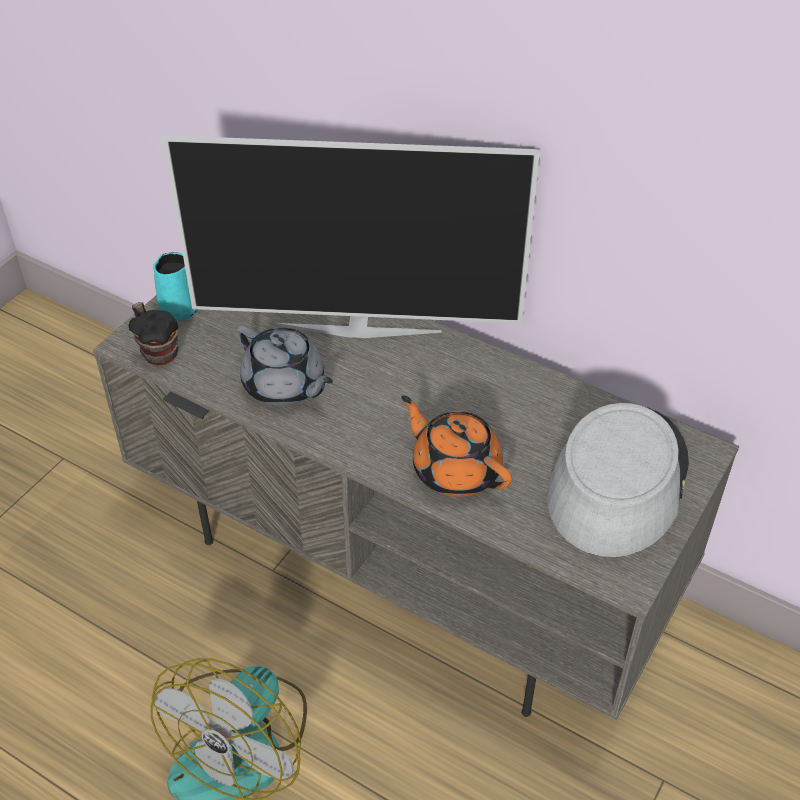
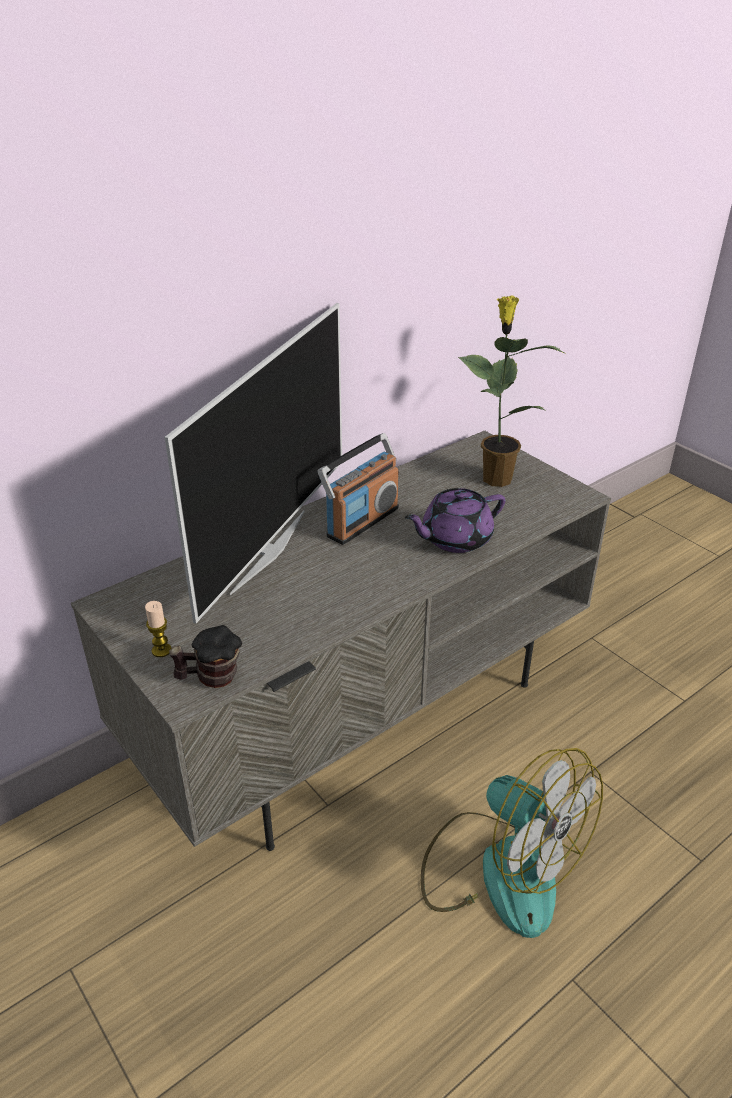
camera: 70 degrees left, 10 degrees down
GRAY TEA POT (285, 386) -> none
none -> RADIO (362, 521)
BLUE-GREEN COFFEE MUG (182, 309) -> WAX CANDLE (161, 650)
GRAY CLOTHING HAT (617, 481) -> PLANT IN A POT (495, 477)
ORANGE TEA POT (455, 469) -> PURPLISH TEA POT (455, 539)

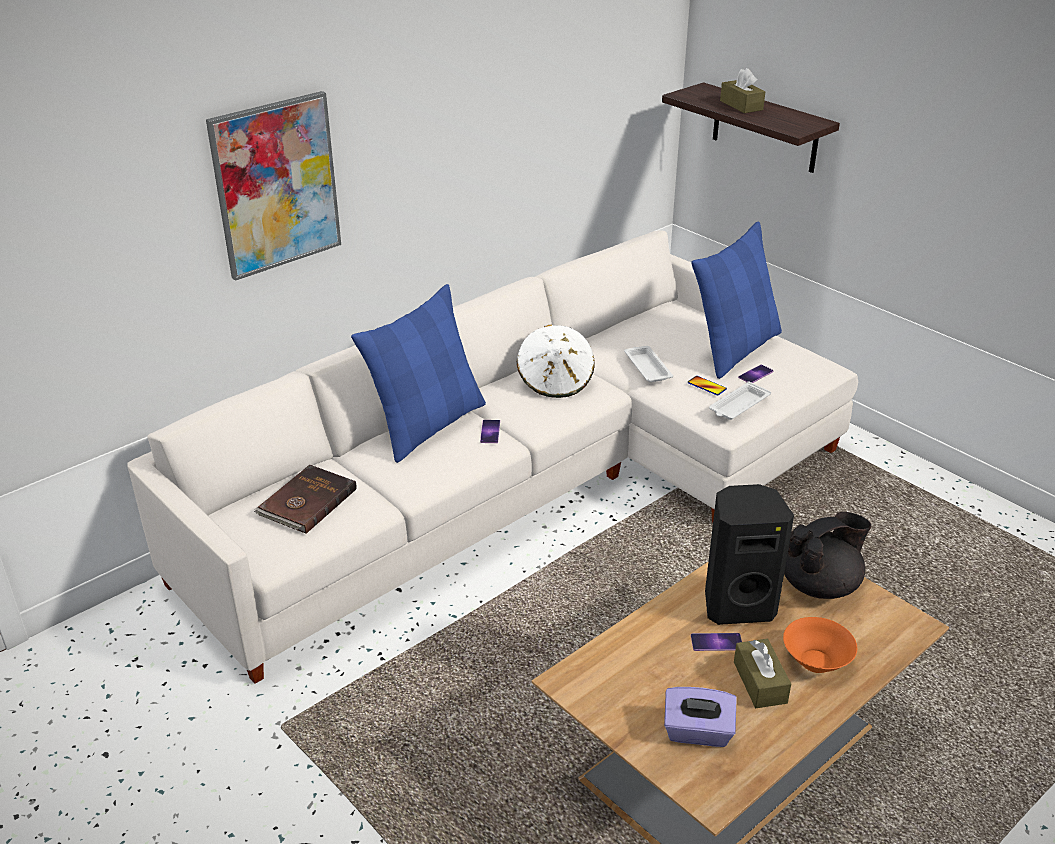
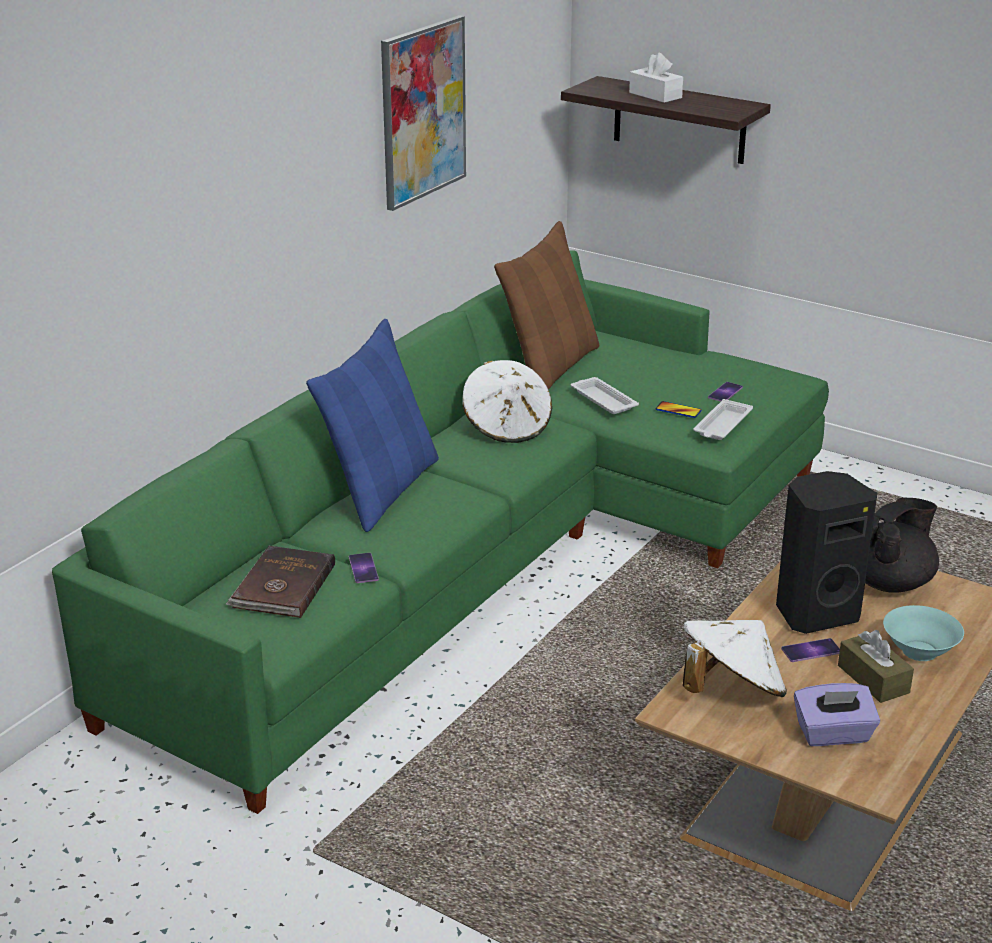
camera: 15 degrees left, 5 degrees down
BLUE-COLOURED PILLOW (734, 349) -> none
none -> BROWNISH PILLOW (550, 368)
none -> WHITE-COLOURED CLOTHING HAT (730, 689)
WALL ART (276, 185) -> WALL ART (422, 112), shifted
TELEPHONE (490, 431) -> TELEPHONE (363, 568), shifted
WHITE-COLOURED COUCH (533, 482) -> GREEN-COLOURED COUCH (486, 554)
BROWNISH TISSUE HOLDER (741, 105) -> WHITE-COLOURED TISSUE HOLDER (655, 95)
ORANGE SERVING BOWL (815, 662) -> BLUE-GREEN SERVING BOWL (919, 651)

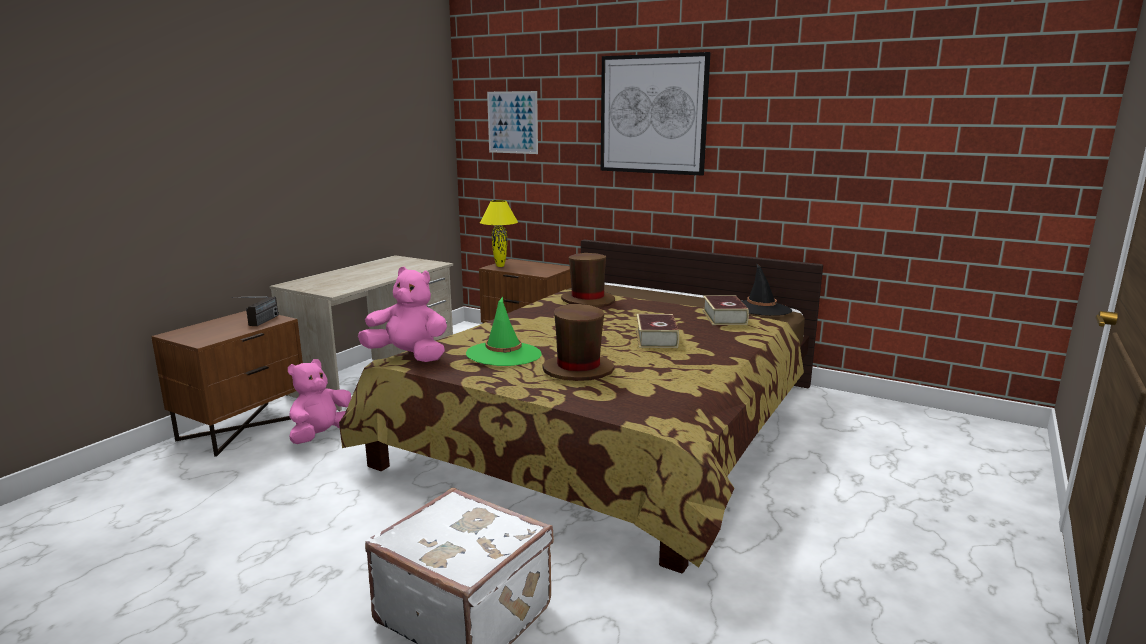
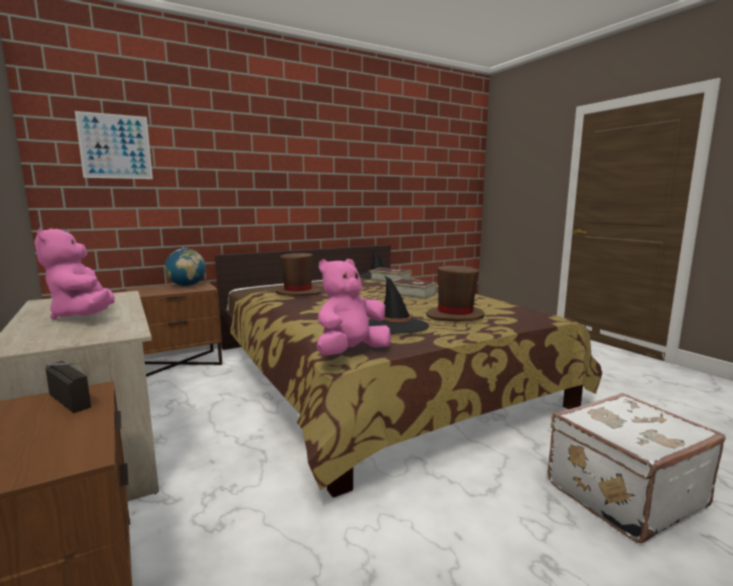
camera: 60 degrees left, 5 degrees down
YELLOW LAMP FOR A TABLE (500, 266) -> none
WALL ART (653, 114) -> none
none -> WORLD GLOBE (187, 285)
PINKISH CUDDLY TOY (322, 436) -> PINKISH CUDDLY TOY (85, 316), shifted
GREEN-COLOURED CLOTHING HAT (504, 354) -> BLACK-COLOURED CLOTHING HAT (395, 326)

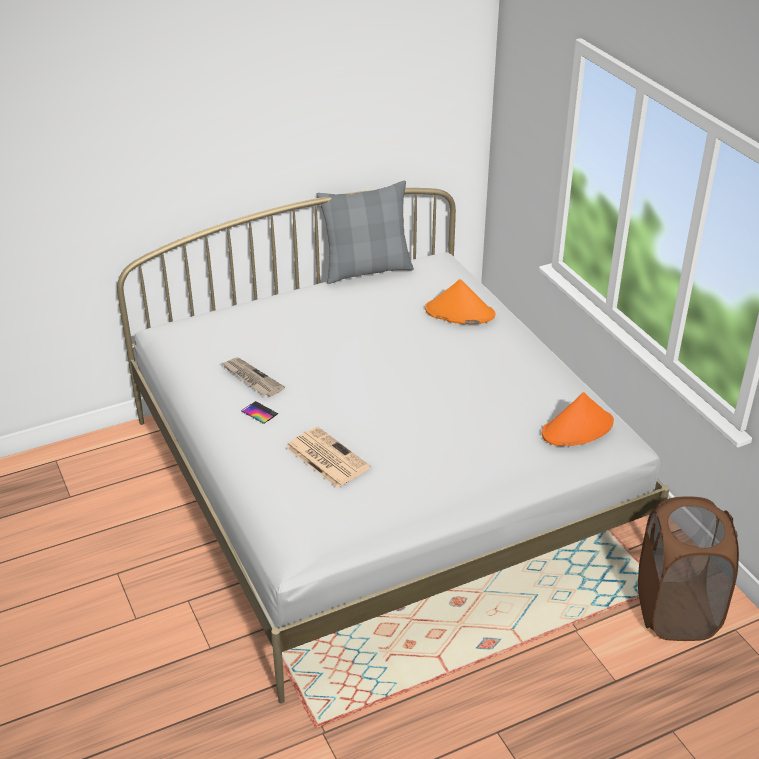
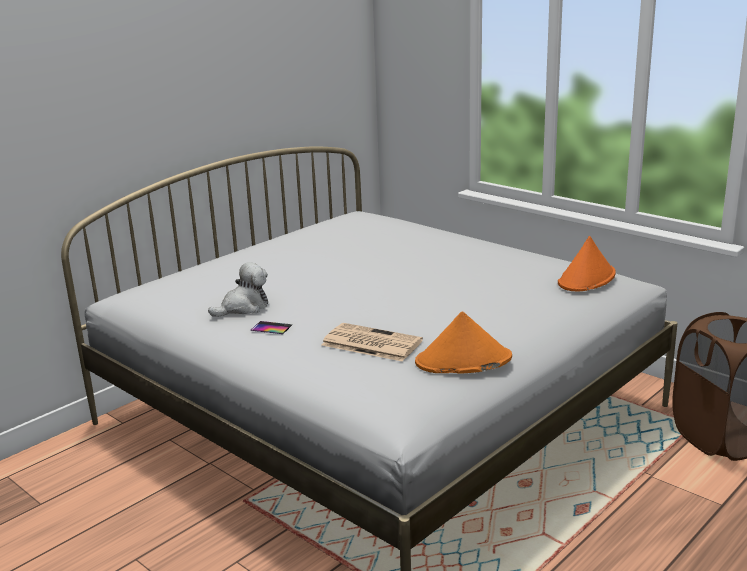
camera: 20 degrees left, 15 degrees down
GRAY PILLOW (367, 270) -> none
ORANGE CLOTHING HAT (459, 312) -> ORANGE CLOTHING HAT (463, 361), shifted
NEWSPAPER (251, 379) -> CUDDLY TOY (243, 307)

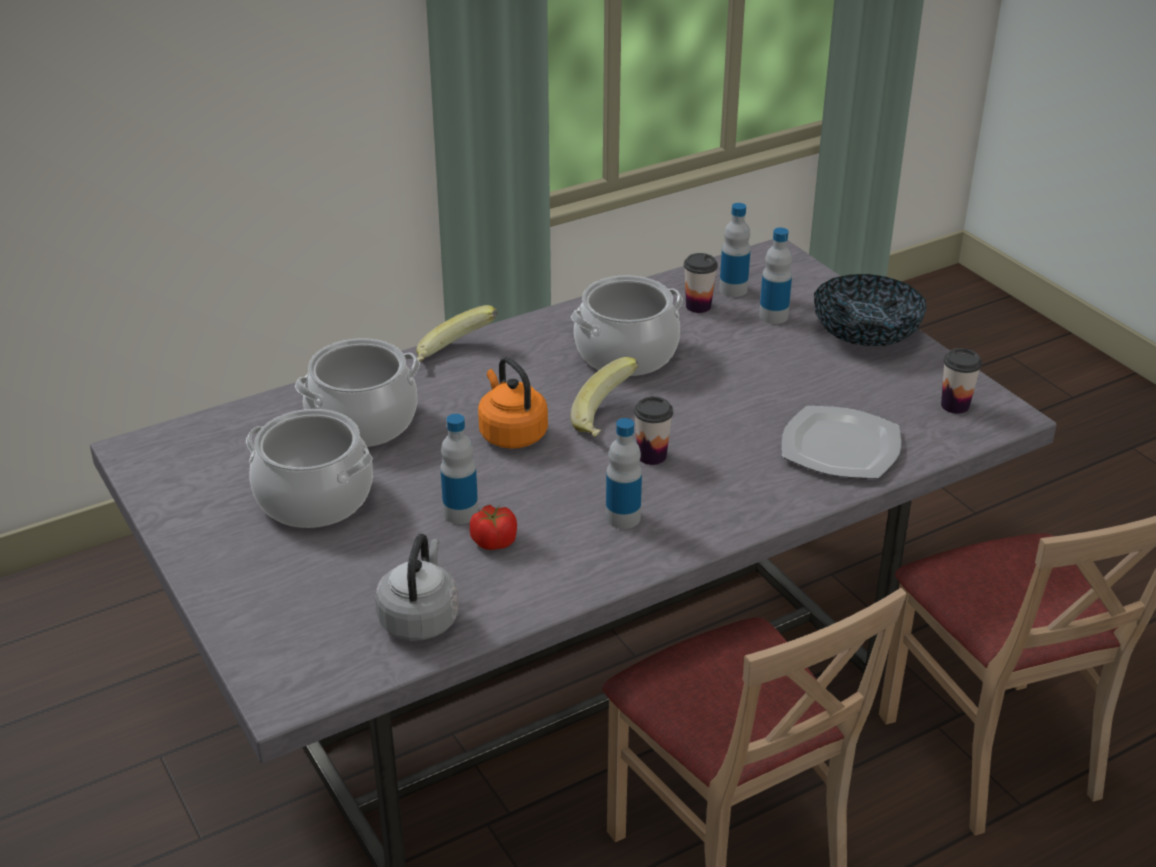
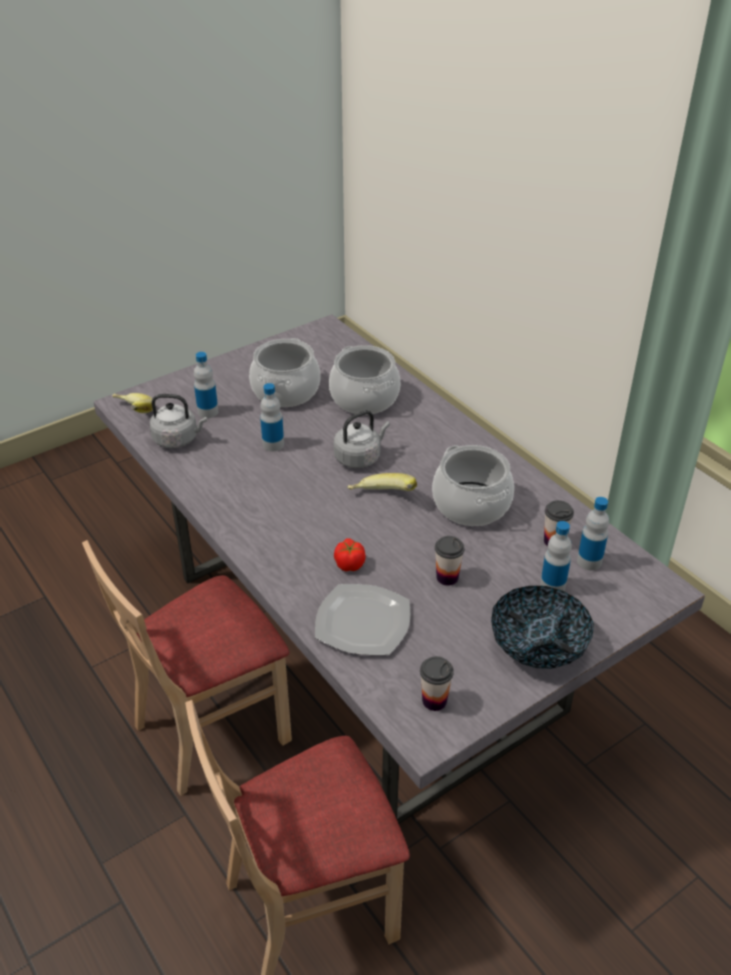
camera: 85 degrees right, 5 degrees up
WHOLE BANANA (454, 356) -> WHOLE BANANA (132, 415), shifted
WHOLE TOMATO (493, 541) -> WHOLE TOMATO (349, 564), shifted
BOTTLE (623, 517) -> BOTTLE (208, 412), shifted
DRINKING CUP (651, 456) -> DRINKING CUP (447, 577), shifted
ORANGE KETTLE (511, 433) -> GRAY KETTLE (359, 457)

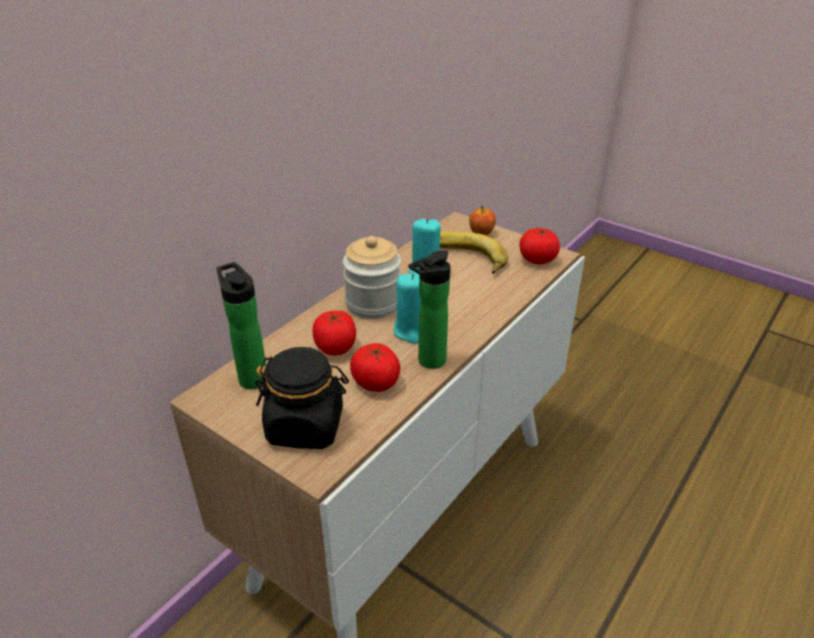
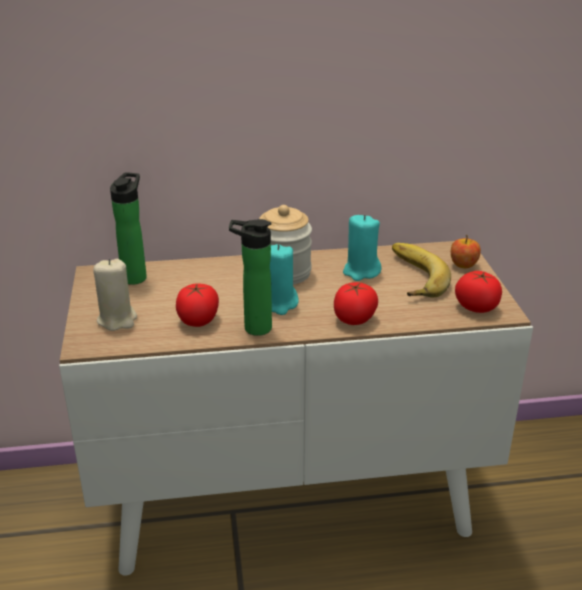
camera: 45 degrees right, 5 degrees down
WHOLE TOMATO (335, 347) -> WHOLE TOMATO (354, 319), shifted
BLACK-COLOURED PRESERVE JAR (306, 426) -> BEIGE-COLOURED WAX CANDLE (117, 319)

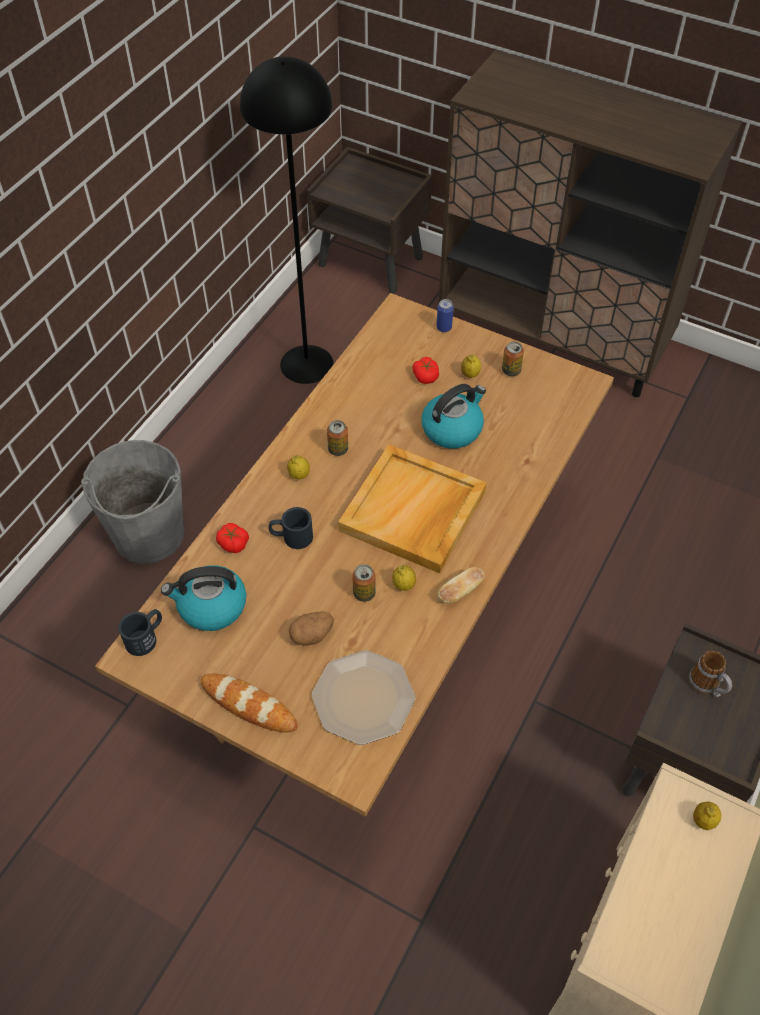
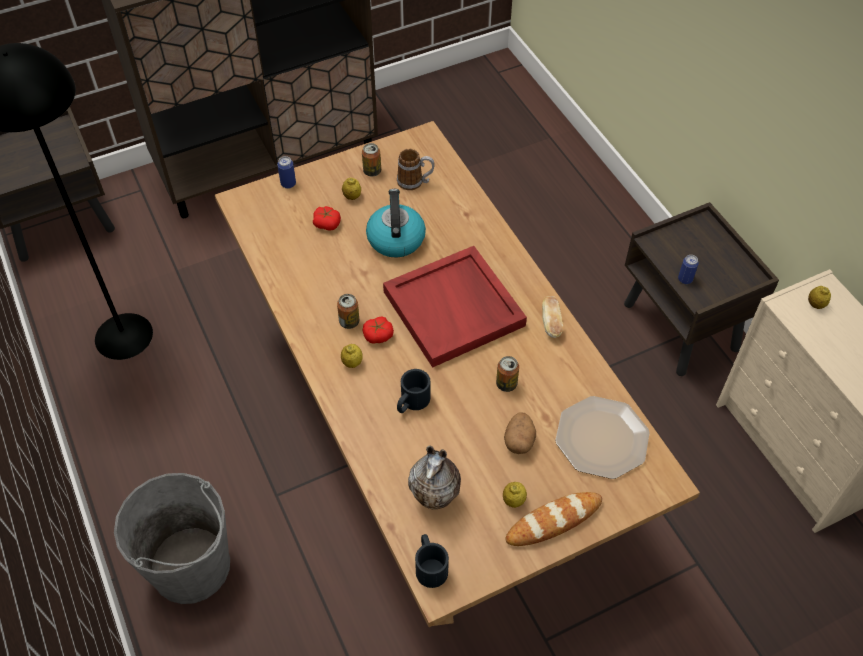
camera: 55 degrees left, 0 degrees up
none -> SEALED CAN (685, 279)
WHOLE TOMATO (233, 543) -> WHOLE TOMATO (378, 335), shifted
LEMON (404, 585) -> LEMON (513, 500), shifted
COFFEE MUG (707, 686) -> COFFEE MUG (415, 182), shifted
KETTLE (211, 606) -> DECORATIVE VASE (436, 498)
BEIGE-COLOURED TRAY (413, 512) -> RED-COLOURED TRAY (455, 309)

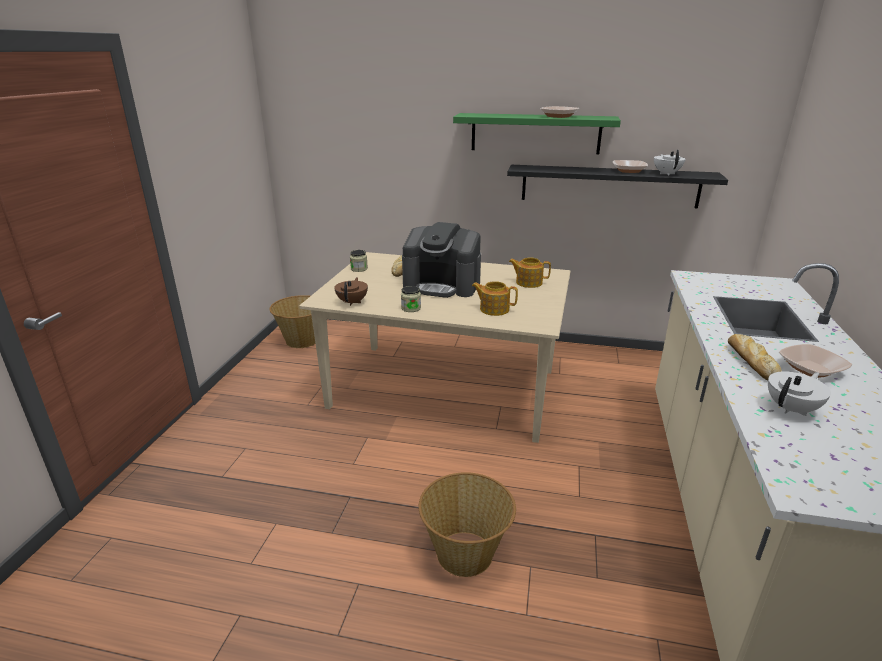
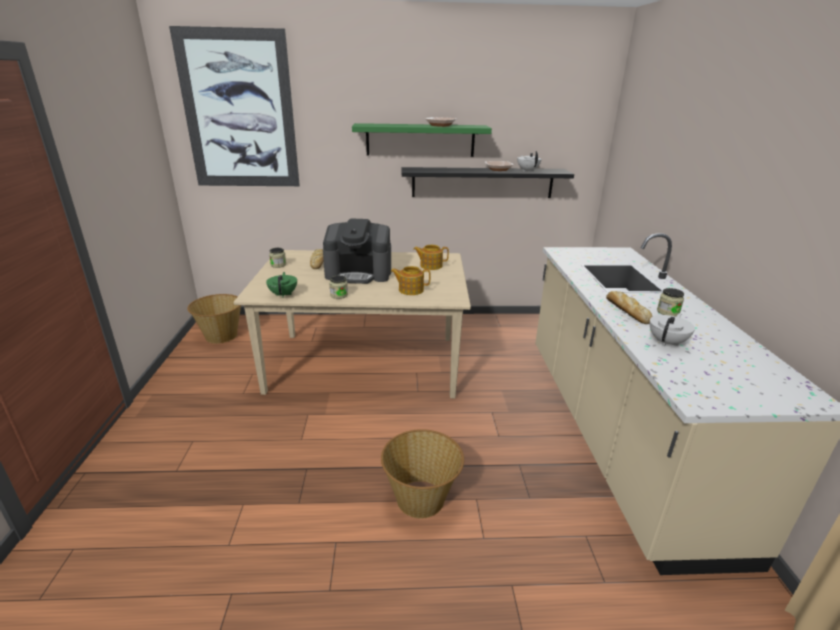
camera: 15 degrees left, 0 degrees up
none -> WALL ART (239, 111)
SERVING BOWL (811, 369) -> PRESERVE JAR (668, 312)
BROWNISH TEA POT (352, 302) -> GREEN-COLOURED TEA POT (283, 294)

